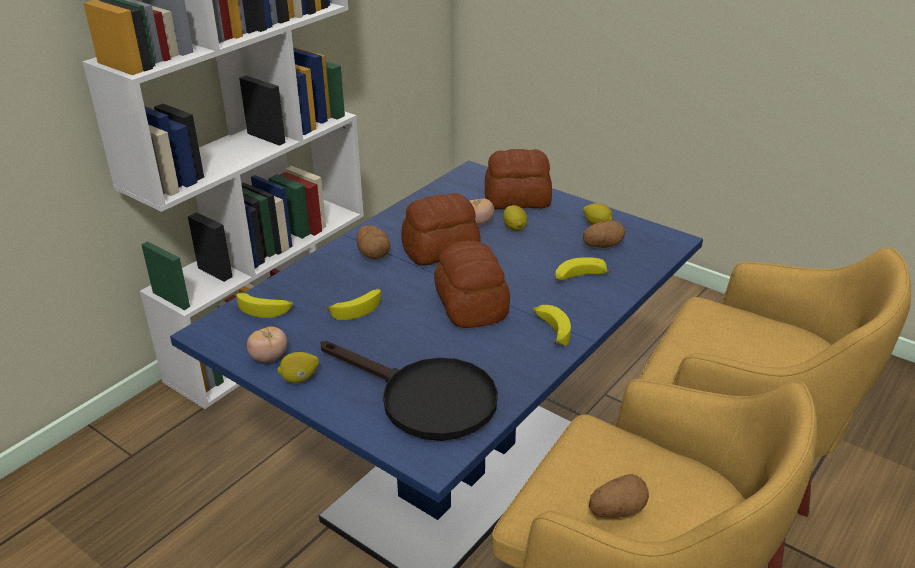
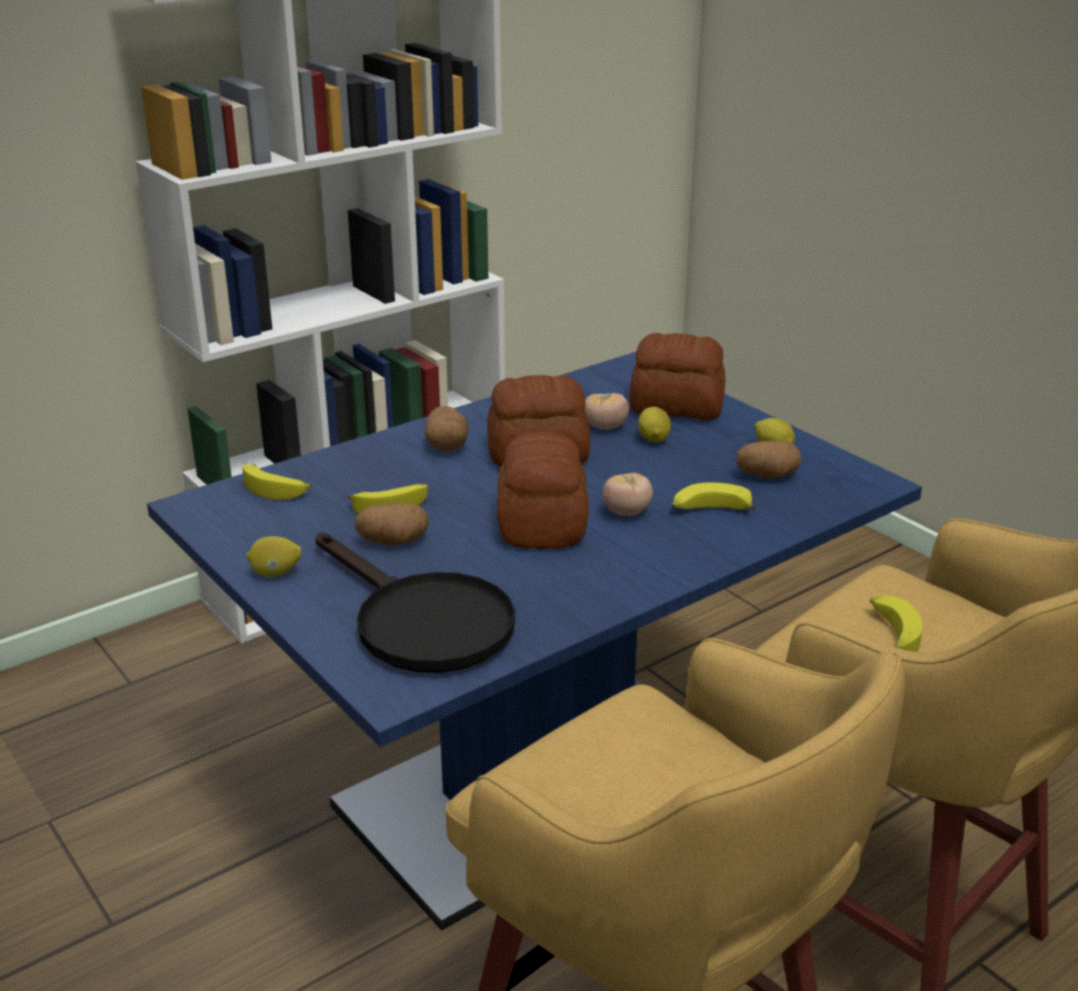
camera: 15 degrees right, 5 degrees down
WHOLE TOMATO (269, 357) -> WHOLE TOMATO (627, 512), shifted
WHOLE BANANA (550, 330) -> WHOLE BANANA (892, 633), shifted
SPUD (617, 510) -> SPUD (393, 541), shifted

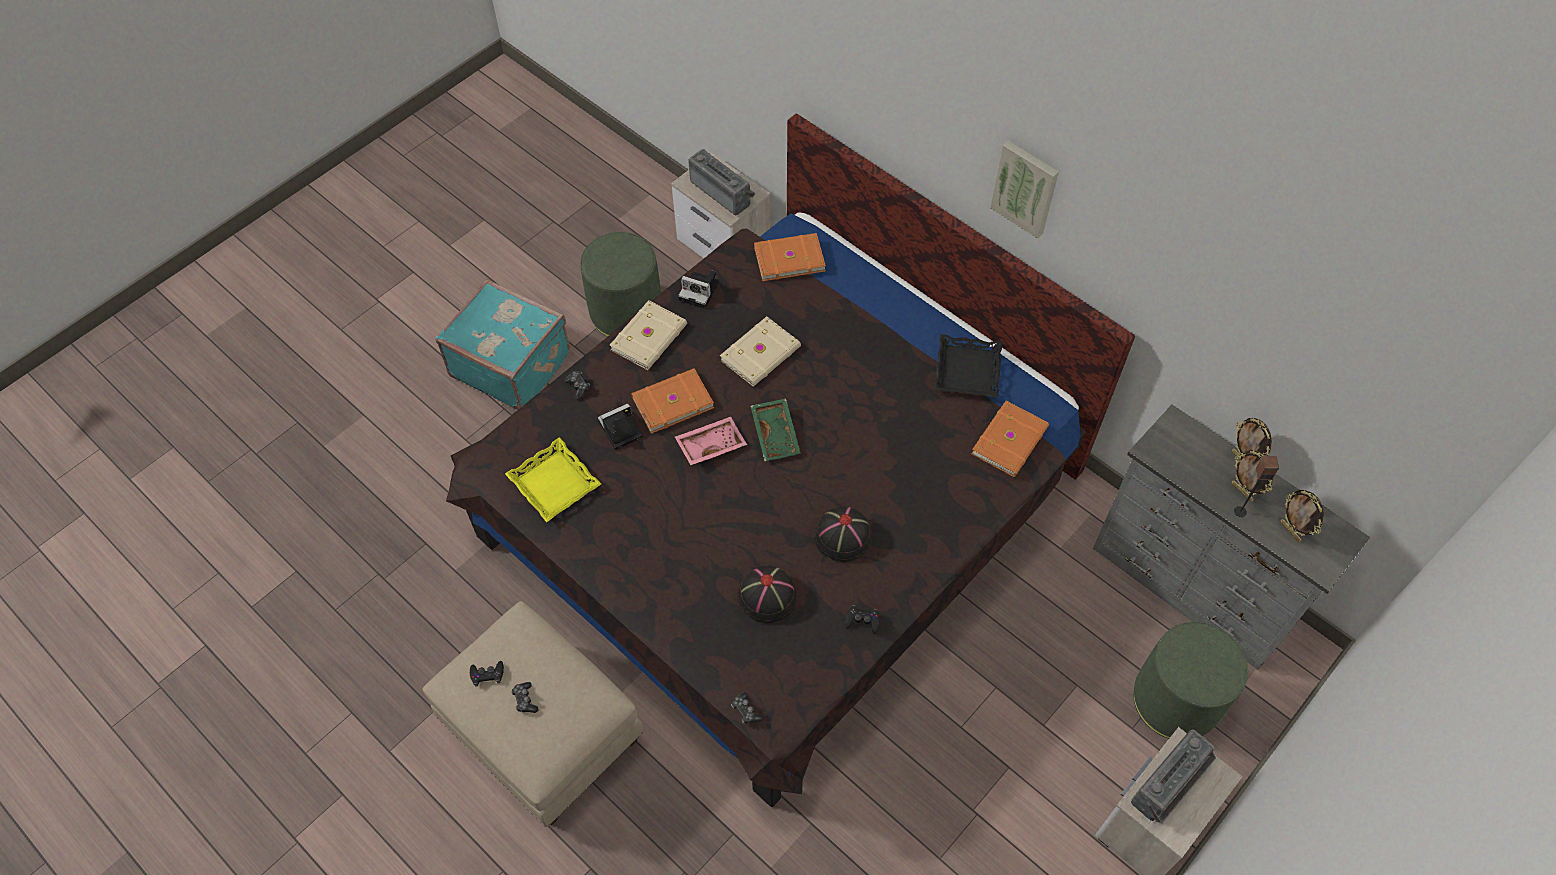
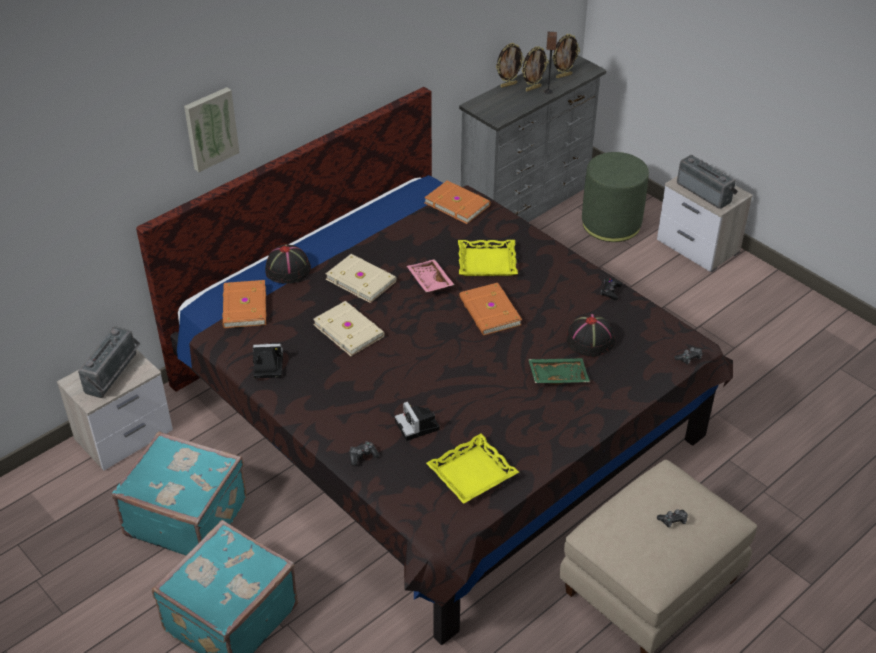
camera: 85 degrees left, 15 degrees down
BLACK-COLOURED JOYPAD (487, 674) -> none
BLACK-COLOURED TRAY (968, 370) -> none
none -> YELLOW TRAY (487, 262)
BEIGE-COLOURED VOLUME (650, 338) -> BEIGE-COLOURED VOLUME (361, 279), shifted
ORANGE VOLUME (672, 401) -> ORANGE VOLUME (489, 312), shifted
PINKISH TRAY (710, 444) -> PINKISH TRAY (429, 281), shifted
GREEN-COLOURED TRAY (776, 434) -> GREEN-COLOURED TRAY (558, 375), shifted
BLACK-COLOURED CLOTHING HAT (843, 537) -> BLACK-COLOURED CLOTHING HAT (288, 269), shifted
WALL ART (1026, 188) -> WALL ART (210, 128), shifted
GREEN-COLOURED OTTOMAN (626, 312) -> BLUE-GREEN PIECE OF LUGGAGE (187, 516)
PHOTO CAMERA (700, 291) -> PHOTO CAMERA (266, 366), 120 degrees counterclockwise
RADIO (723, 191) -> RADIO (114, 375), 150 degrees clockwise

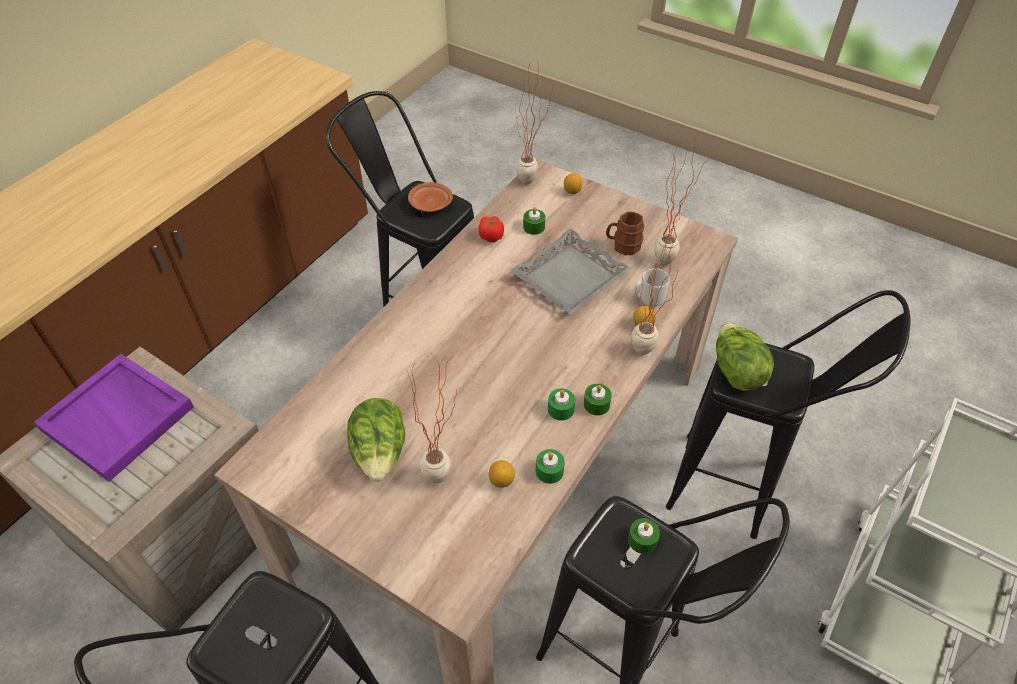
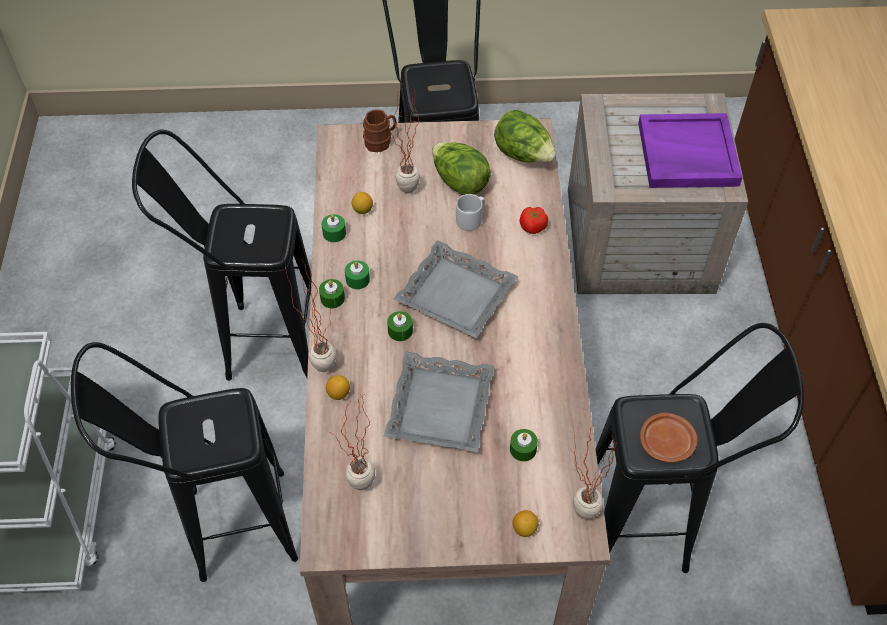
camera: 145 degrees right, 5 degrees up
none -> GRAY TRAY (456, 294)
WHOLE TOMATO (491, 236) -> WHOLE TOMATO (533, 227), shifted
BROWNISH COFFEE MUG (623, 246) -> BROWNISH COFFEE MUG (381, 141), shifted
GREEN-COLOURED WAX CANDLE (642, 540) -> GREEN-COLOURED WAX CANDLE (400, 330), shifted
GRAY COFFEE MUG (648, 298) -> GRAY COFFEE MUG (471, 219), shifted
HEAD OF LETTUCE (736, 371) -> HEAD OF LETTUCE (523, 155), shifted

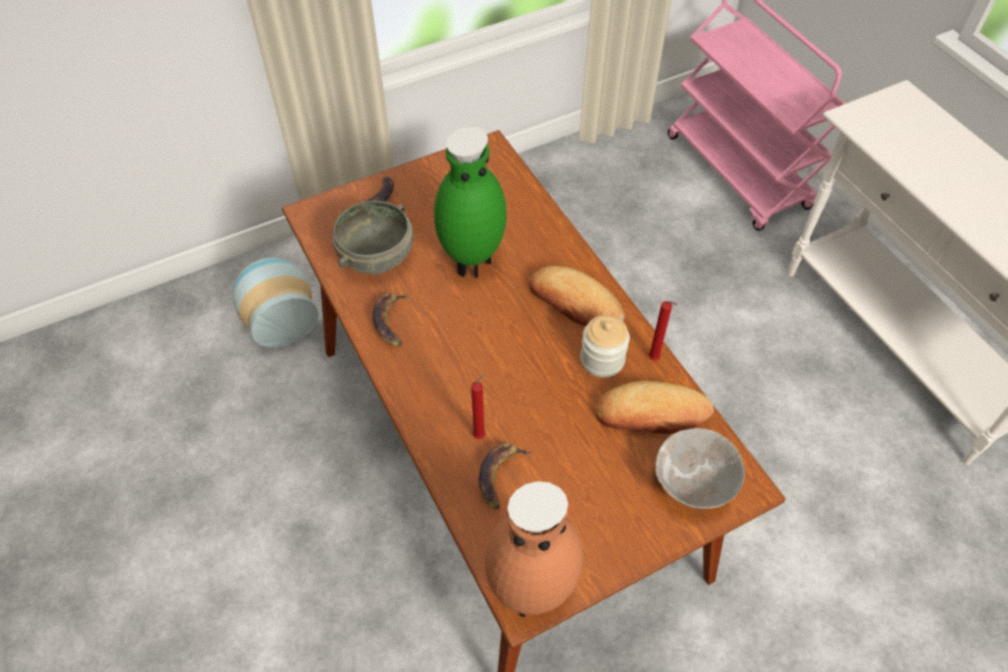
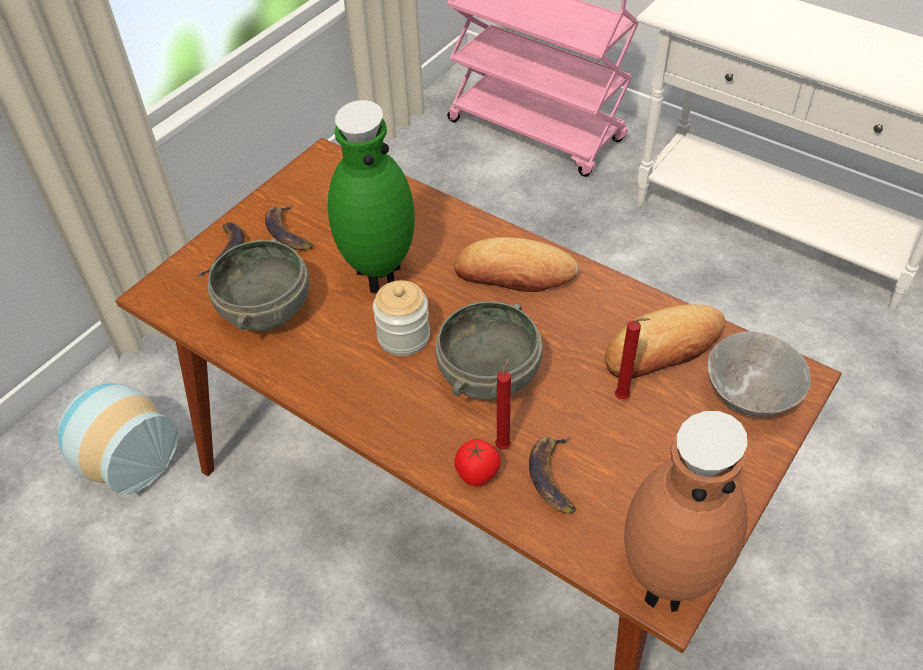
camera: 25 degrees left, 5 degrees down
none -> GRAY SERVING BOWL (490, 377)
none -> WHOLE TOMATO (477, 475)
WHOLE BANANA (391, 321) -> WHOLE BANANA (287, 232), shifted
PRESERVE JAR (602, 359) -> PRESERVE JAR (403, 337), shifted
RED-COLOURED WAX CANDLE (655, 359) -> RED-COLOURED WAX CANDLE (624, 398), shifted

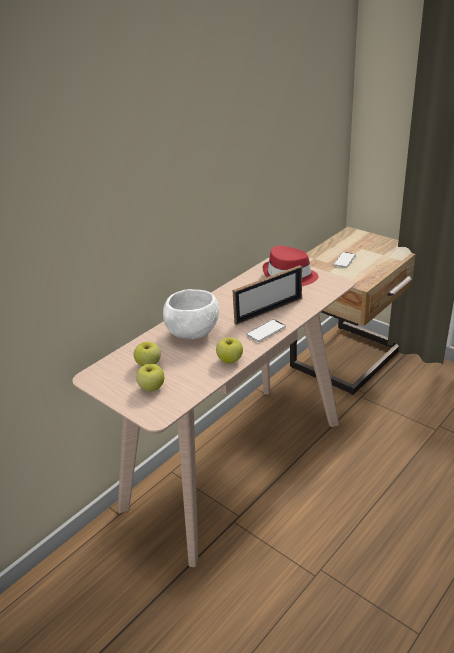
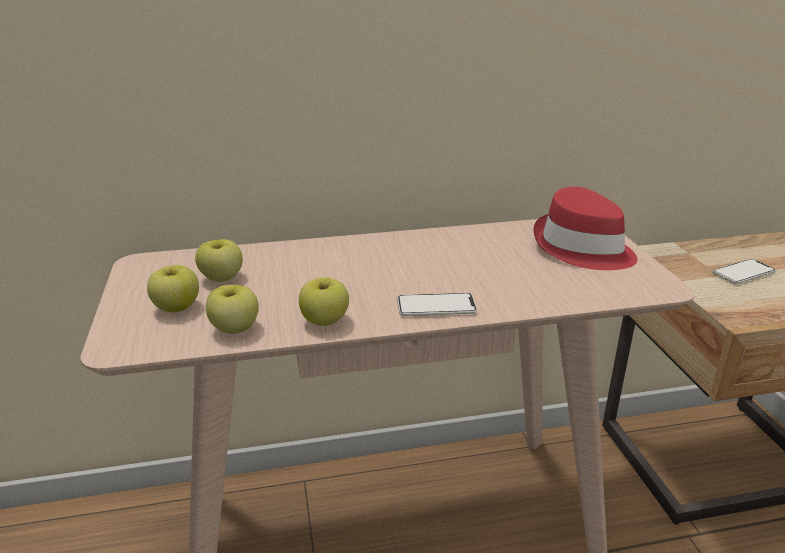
camera: 35 degrees right, 5 degrees down
WHITE-COLOURED SERVING BOWL (192, 333) -> none
PHOTO FRAME (268, 310) -> none
none -> APPLE FRUIT (234, 328)

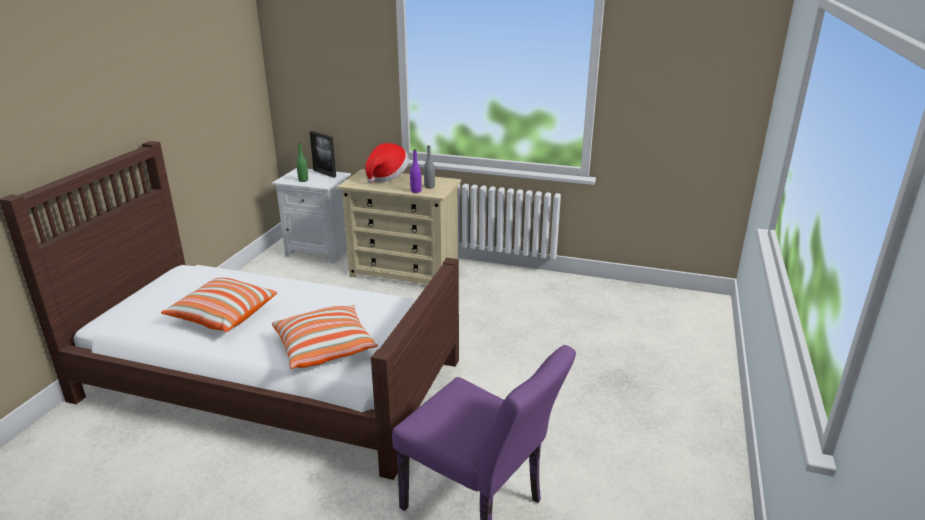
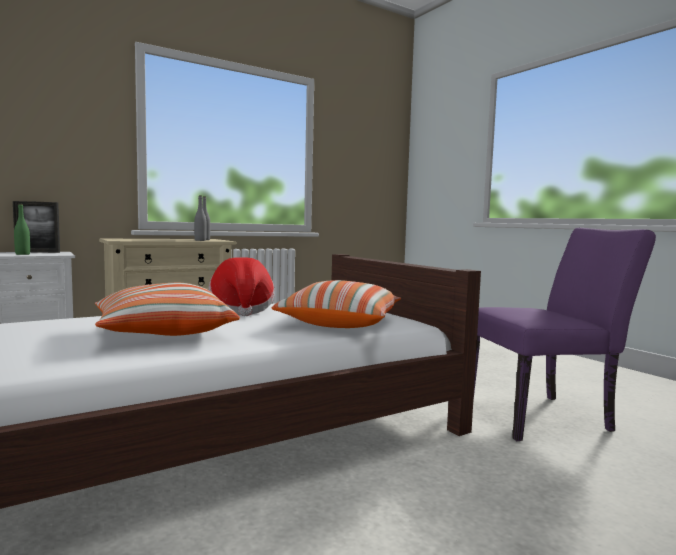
camera: 50 degrees left, 20 degrees down
CLOTHING HAT (387, 177) -> CLOTHING HAT (241, 310), shifted
PURPLISH BOTTLE (416, 191) -> GRAY BOTTLE (200, 240)

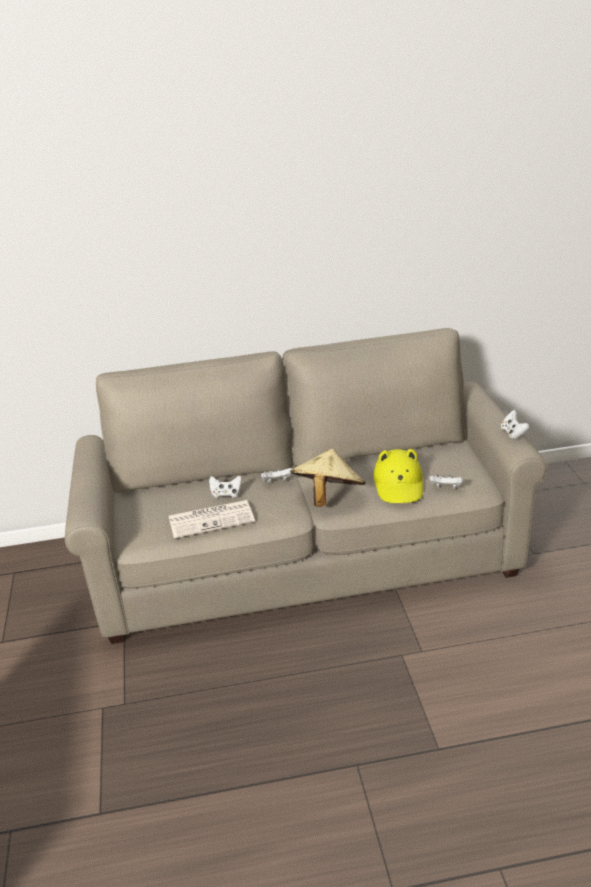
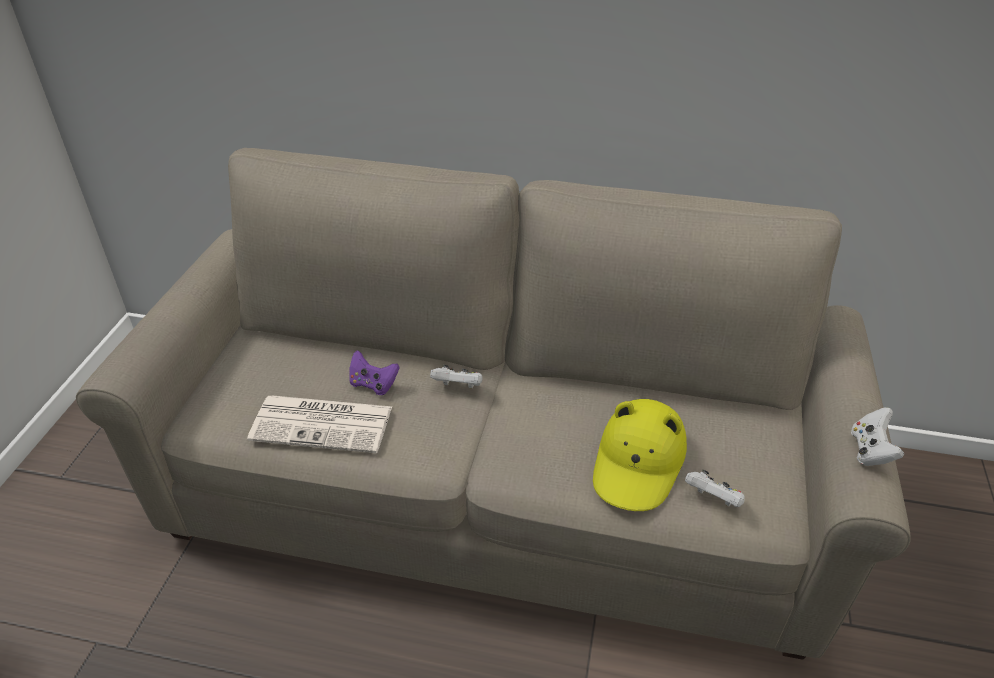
camera: 20 degrees right, 10 degrees up
BEIGE-COLOURED CLOTHING HAT (328, 497) -> none
WHITE-COLOURED JOYPAD (226, 494) -> PURPLISH JOYPAD (373, 384)

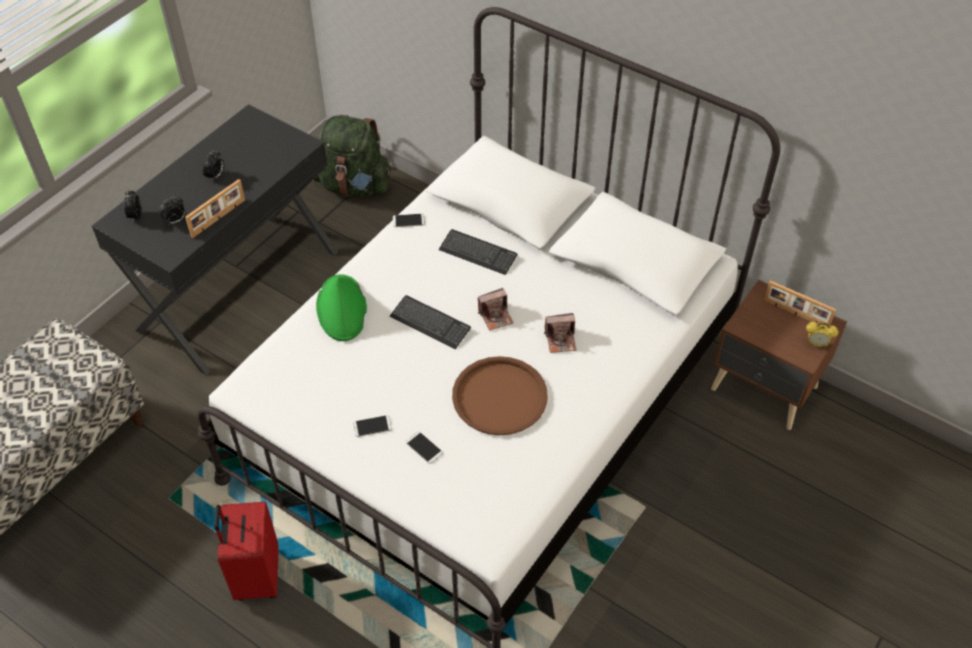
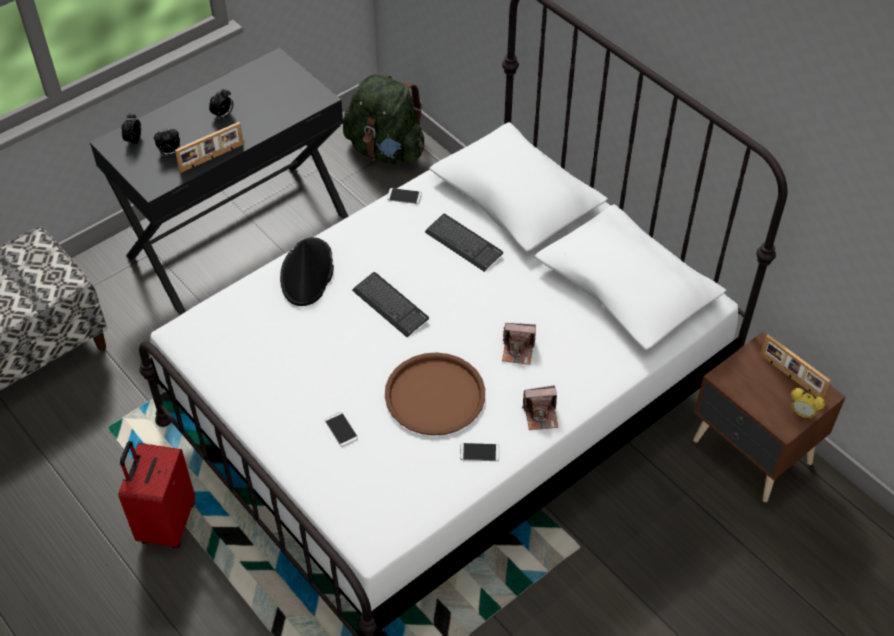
camera: 15 degrees right, 0 degrees up
TELEPHONE (372, 426) -> TELEPHONE (479, 452), shifted
PHOTO CAMERA (496, 316) -> PHOTO CAMERA (541, 415), shifted
GREEN-COLOURED CLOTHING HAT (342, 309) -> BLACK-COLOURED CLOTHING HAT (307, 273)

